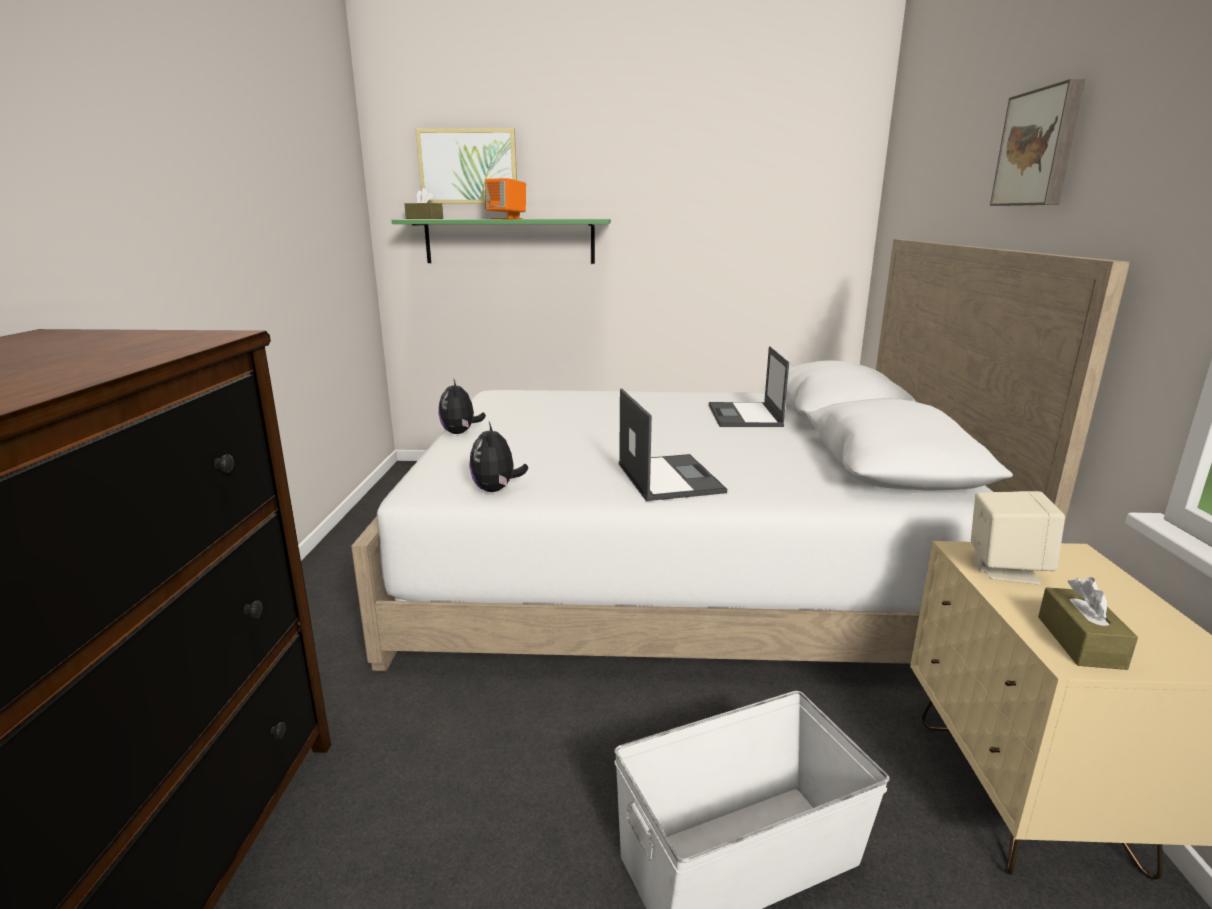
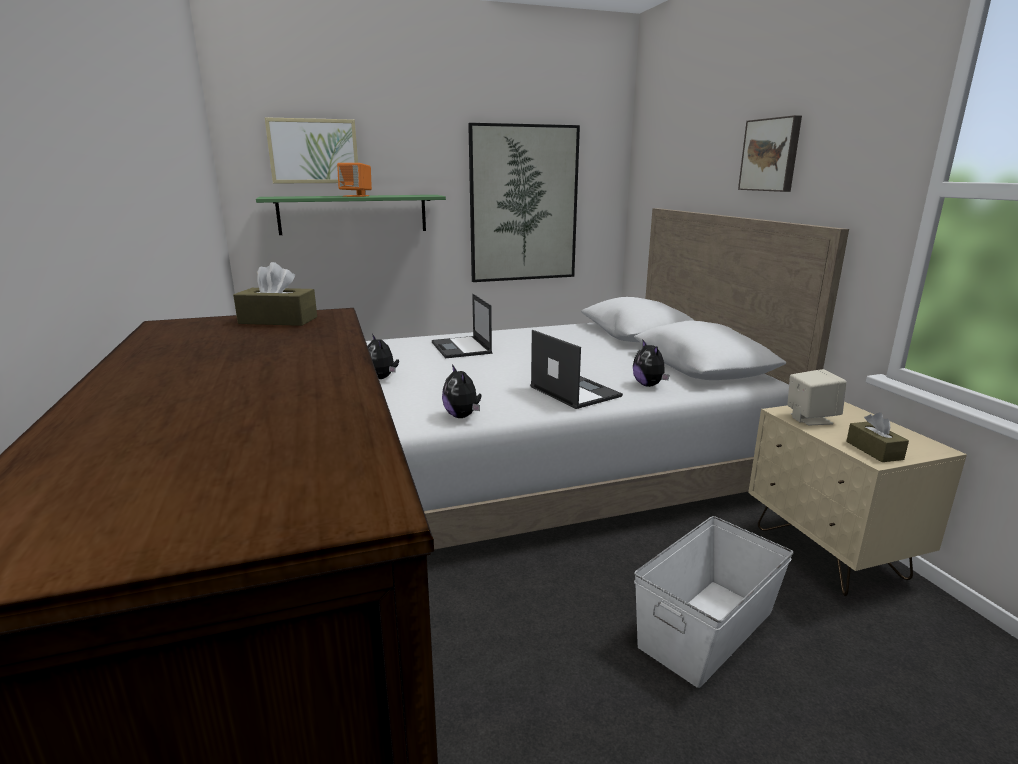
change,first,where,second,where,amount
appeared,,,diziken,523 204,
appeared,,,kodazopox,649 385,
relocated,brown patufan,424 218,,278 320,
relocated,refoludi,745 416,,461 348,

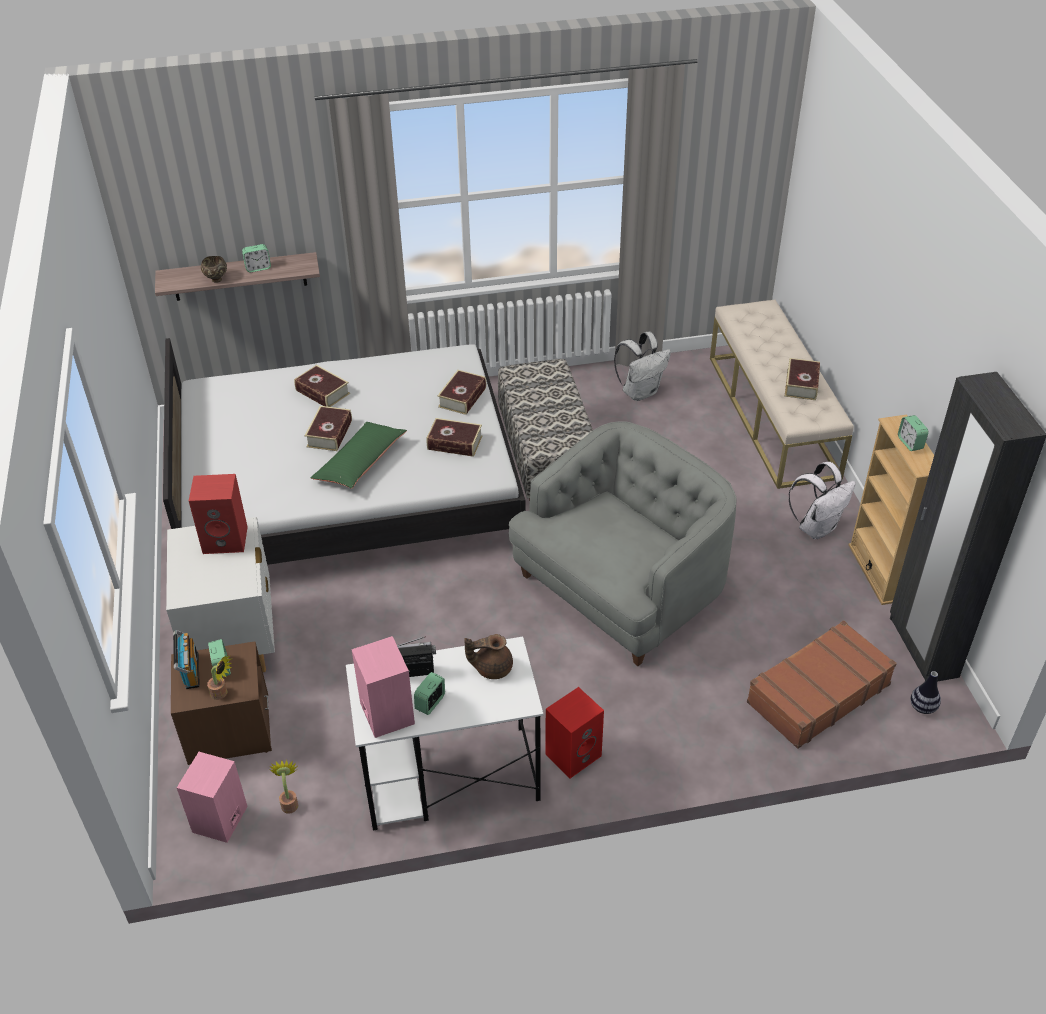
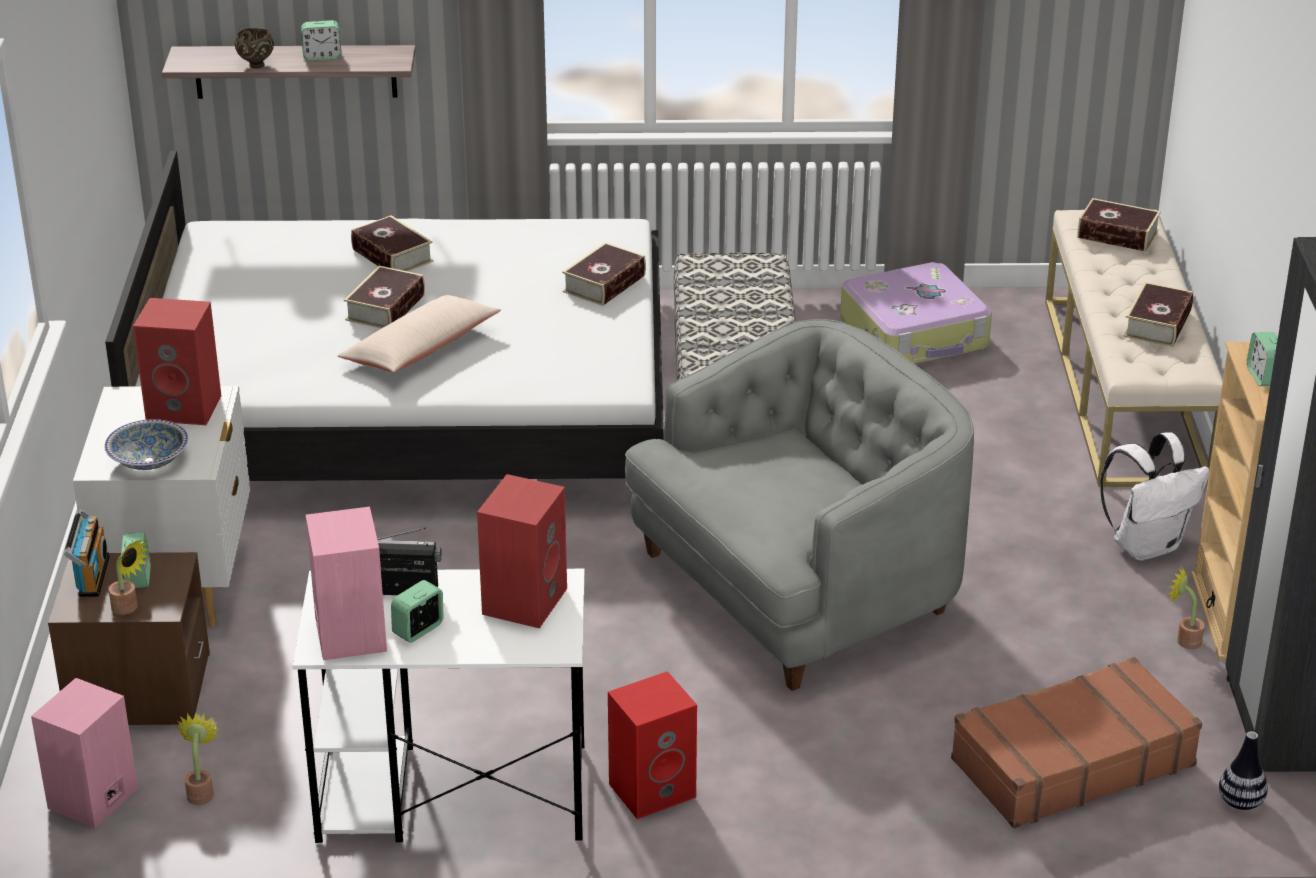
change,first,where,second,where,amount
appeared,,,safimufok,149 460,
appeared,,,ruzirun,1184 639,
relocated,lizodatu,454 443,,1117 234,
exchanged,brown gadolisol,491 668,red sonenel,524 600,
exchanged,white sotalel,640 392,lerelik,915 334,
colour,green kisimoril,360 463,beige kisimoril,421 349,

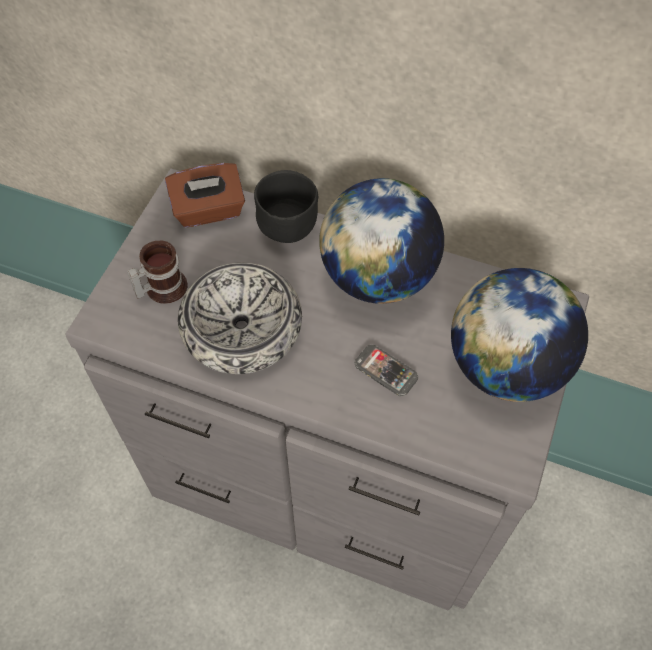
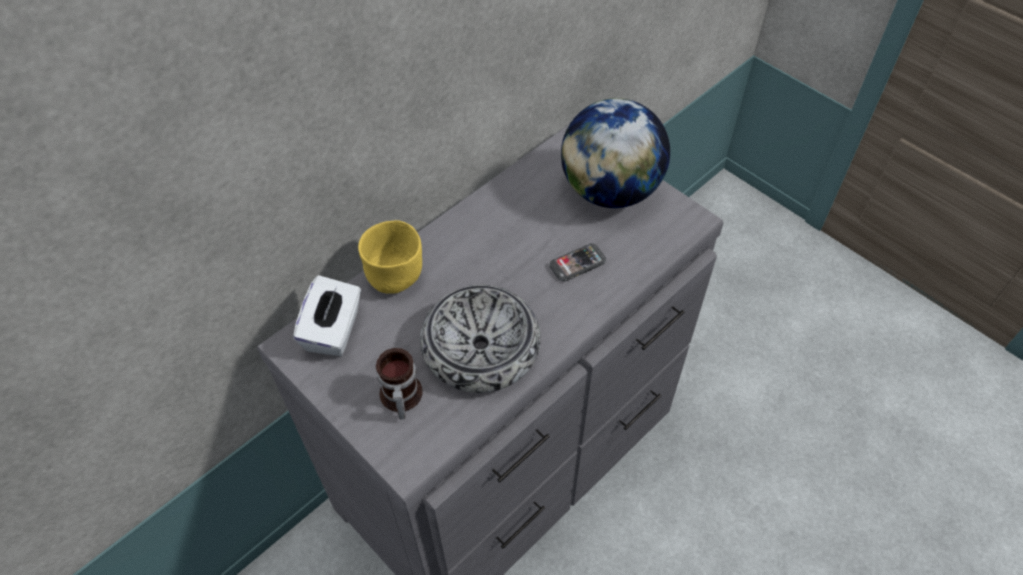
change,first,where,second,where,amount
missing,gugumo,378 276,,,
colour,brown patufan,209 211,white patufan,334 330,
colour,black safimufok,288 230,yellow safimufok,397 277,

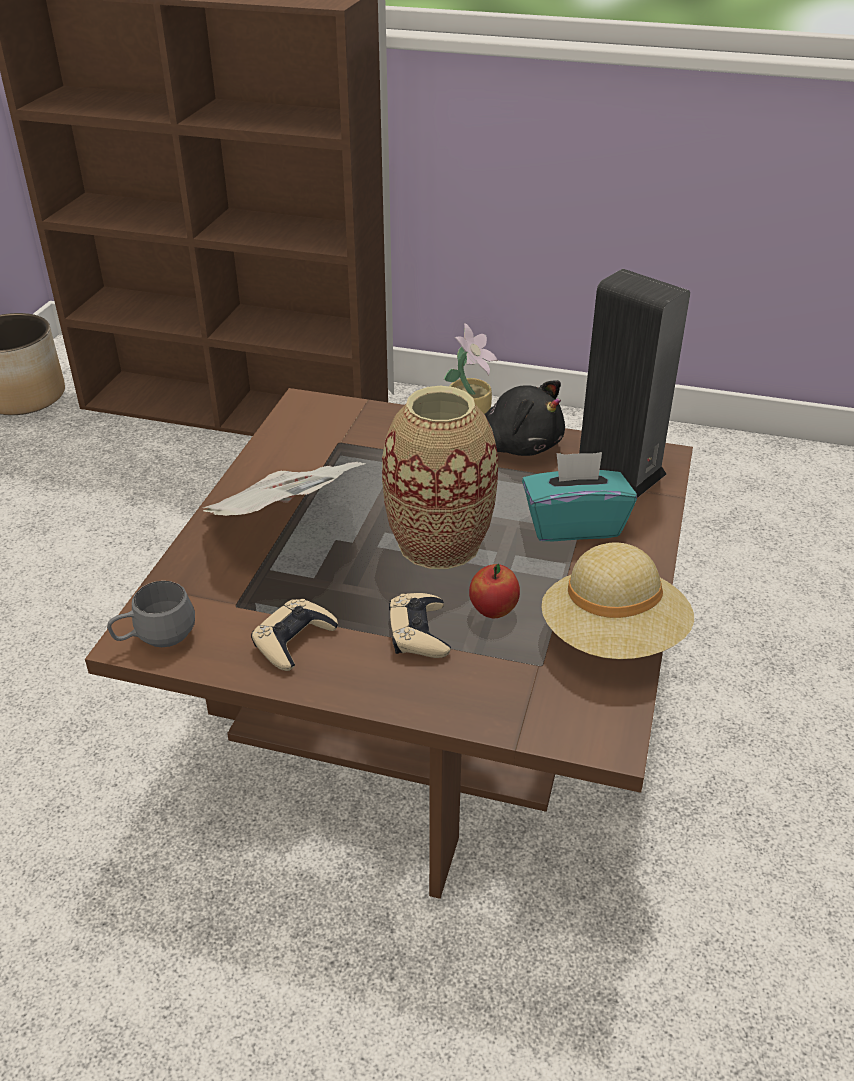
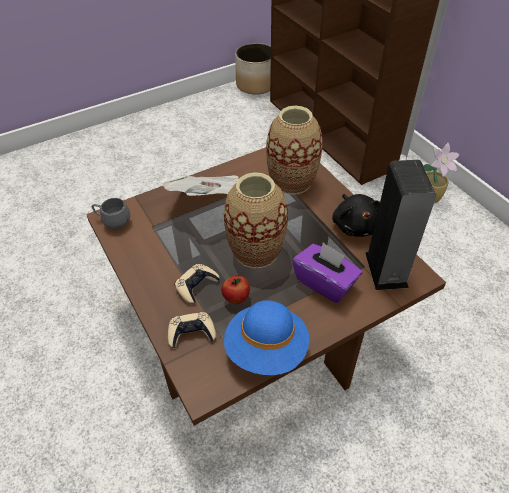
change,first,where,second,where,amount
appeared,,,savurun,292 181,
relocated,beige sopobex,293 640,,191 333,
colour,turquoise patufan,573 524,purple patufan,325 282,
colour,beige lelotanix,613 637,blue lelotanix,266 349,

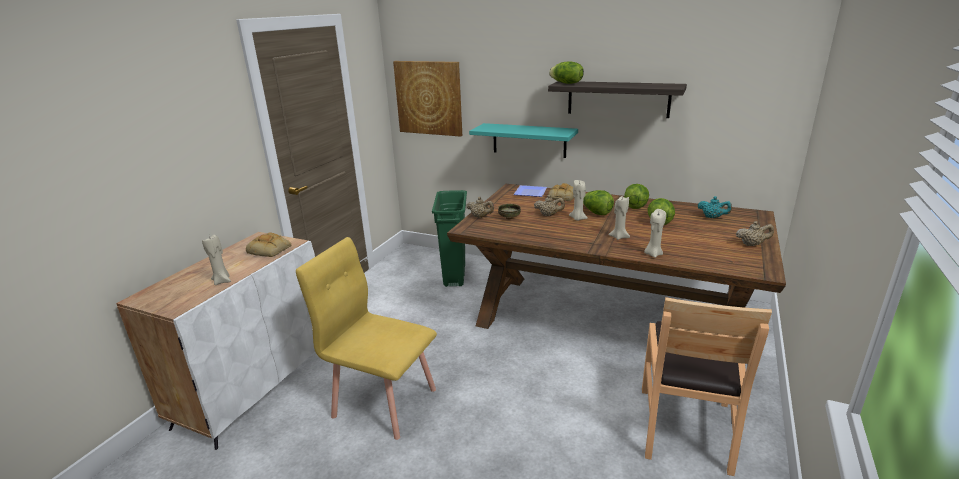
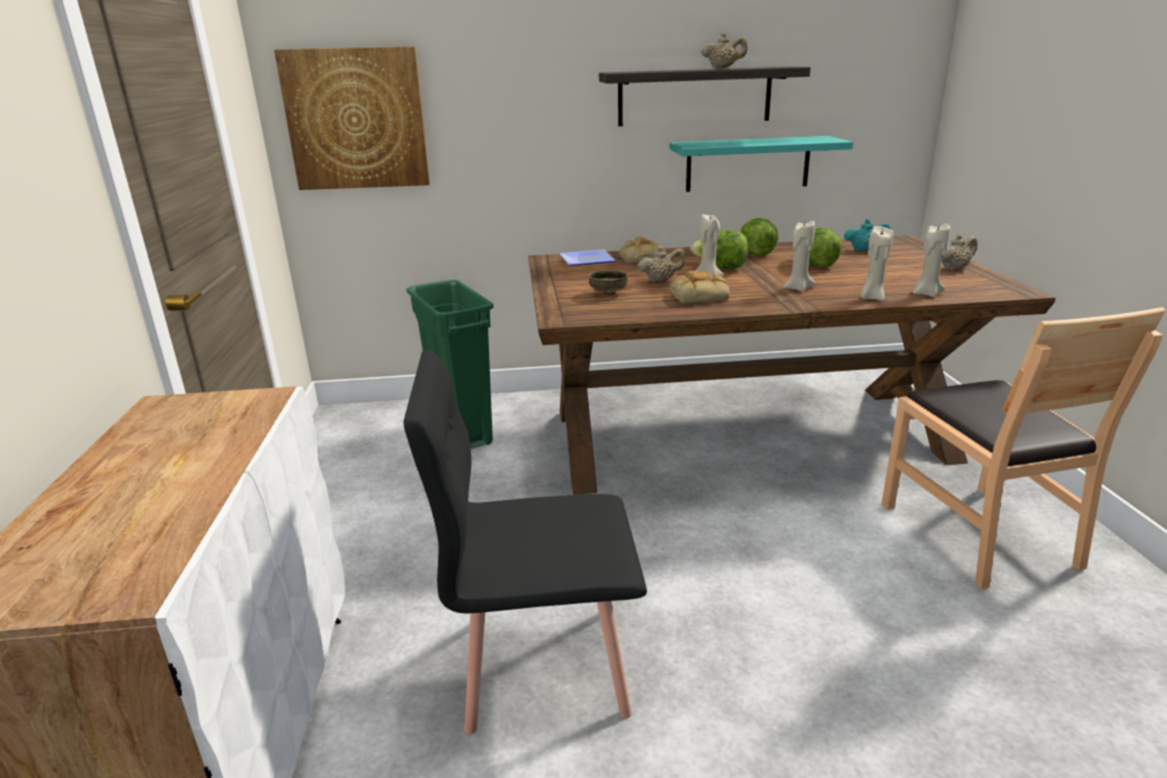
change,first,where,second,where,amount
missing,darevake,566 83,,,
relocated,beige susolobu,222 281,,926 294,
relocated,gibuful,270 250,,699 296,
relocated,beige gadolisol,480 217,,723 68,
relocated,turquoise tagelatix,529 140,,748 164,
colour,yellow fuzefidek,384 402,black fuzefidek,542 664,

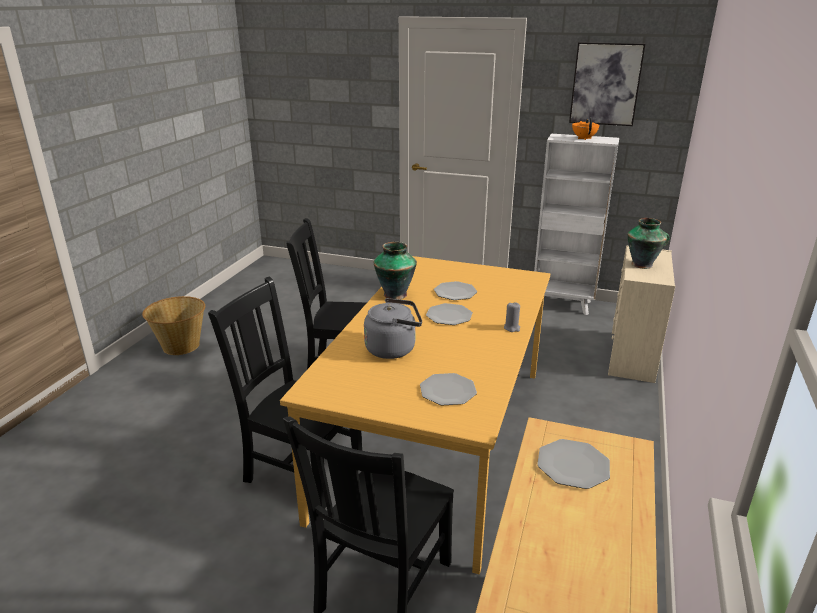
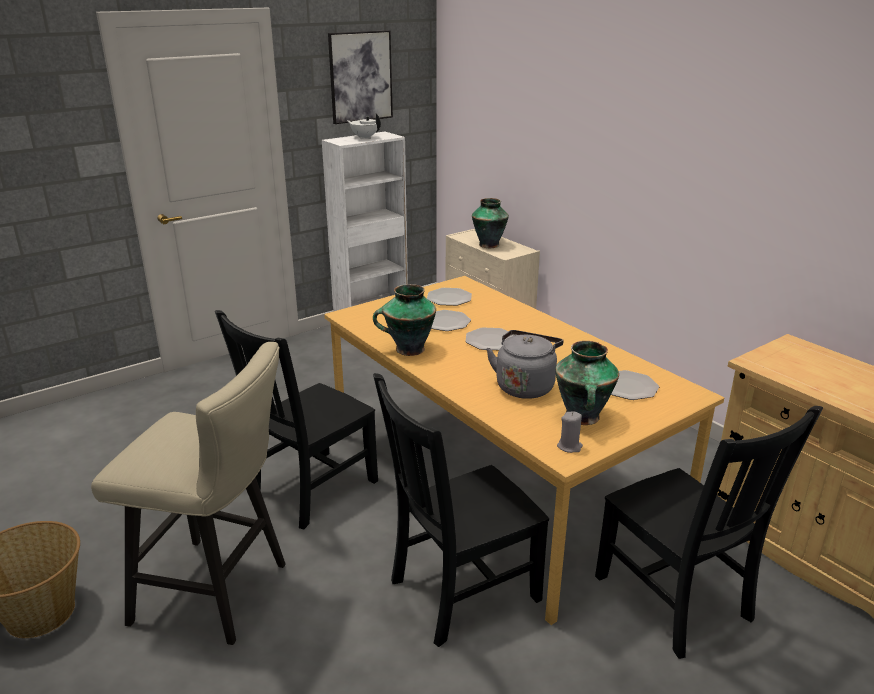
change,first,where,second,where,amount
appeared,,,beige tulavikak,220 593,
appeared,,,savurun,582 417,
relocated,grey susolobu,512 328,,569 446,
relocated,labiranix,573 465,,449 298,
colour,orange gadolisol,584 138,white gadolisol,364 138,

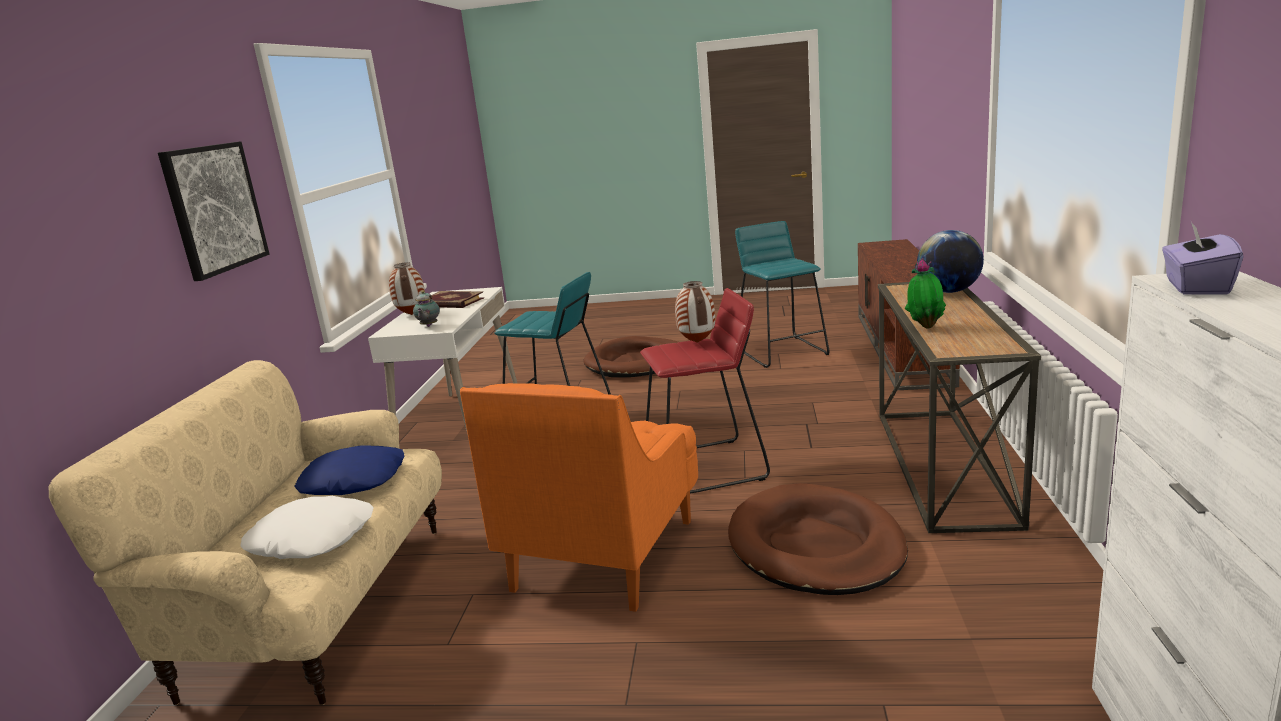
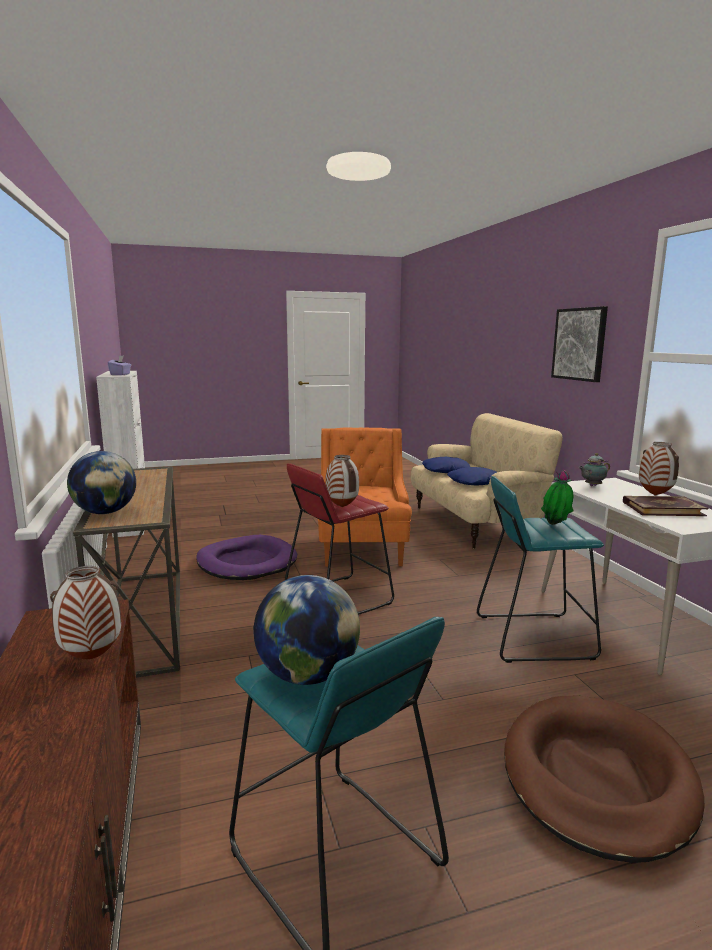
change,first,where,second,where,amount
appeared,,,savurun,91 659,
appeared,,,gugumo,307 675,
relocated,ruzirun,925 326,,555 525,
colour,white kisimoril,312 538,blue kisimoril,445 470,
colour,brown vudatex,815 546,purple vudatex,246 562,
spun,gadolisol,428 326,,592 485,90 degrees counterclockwise

